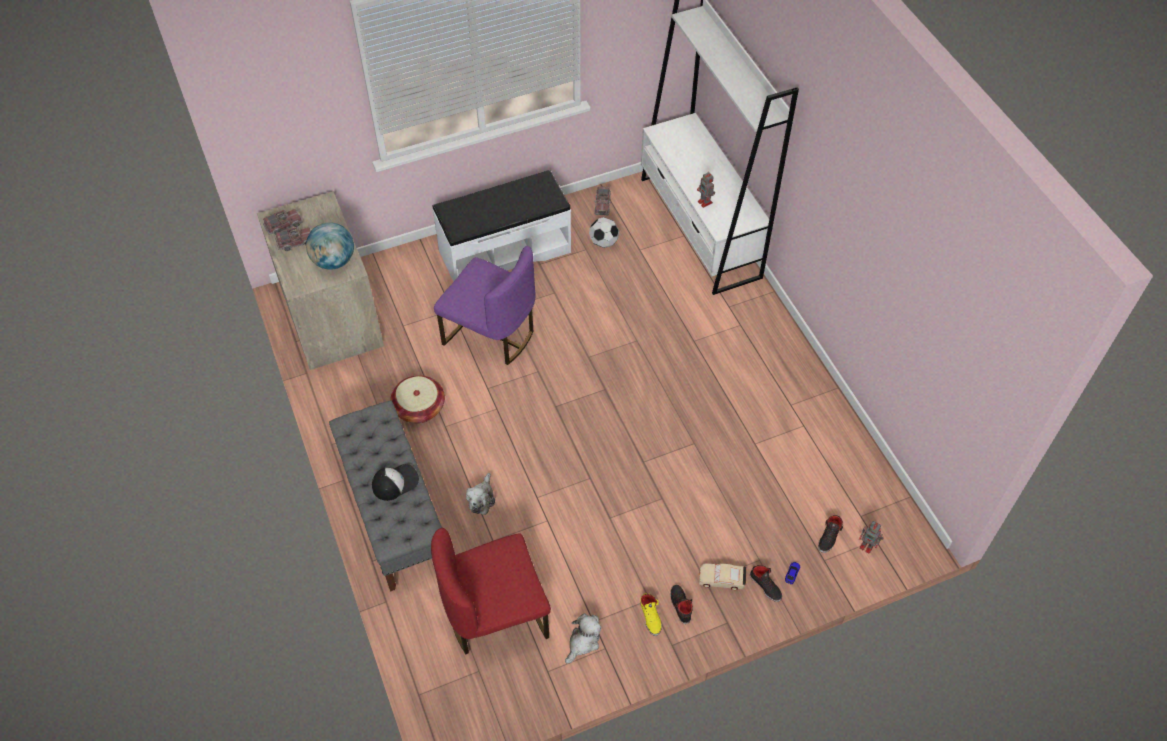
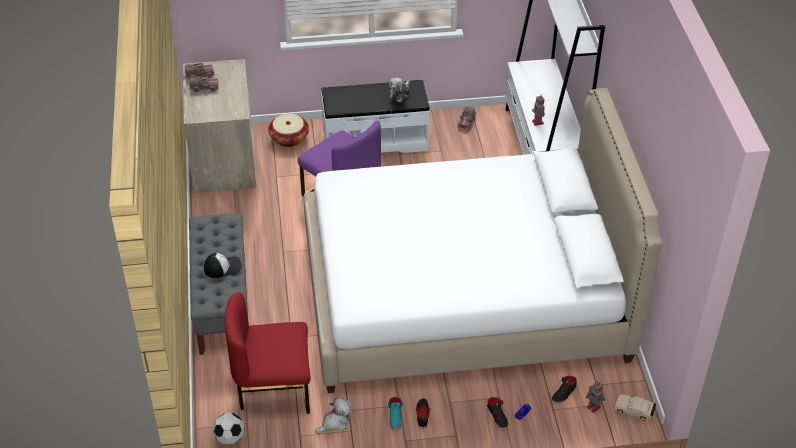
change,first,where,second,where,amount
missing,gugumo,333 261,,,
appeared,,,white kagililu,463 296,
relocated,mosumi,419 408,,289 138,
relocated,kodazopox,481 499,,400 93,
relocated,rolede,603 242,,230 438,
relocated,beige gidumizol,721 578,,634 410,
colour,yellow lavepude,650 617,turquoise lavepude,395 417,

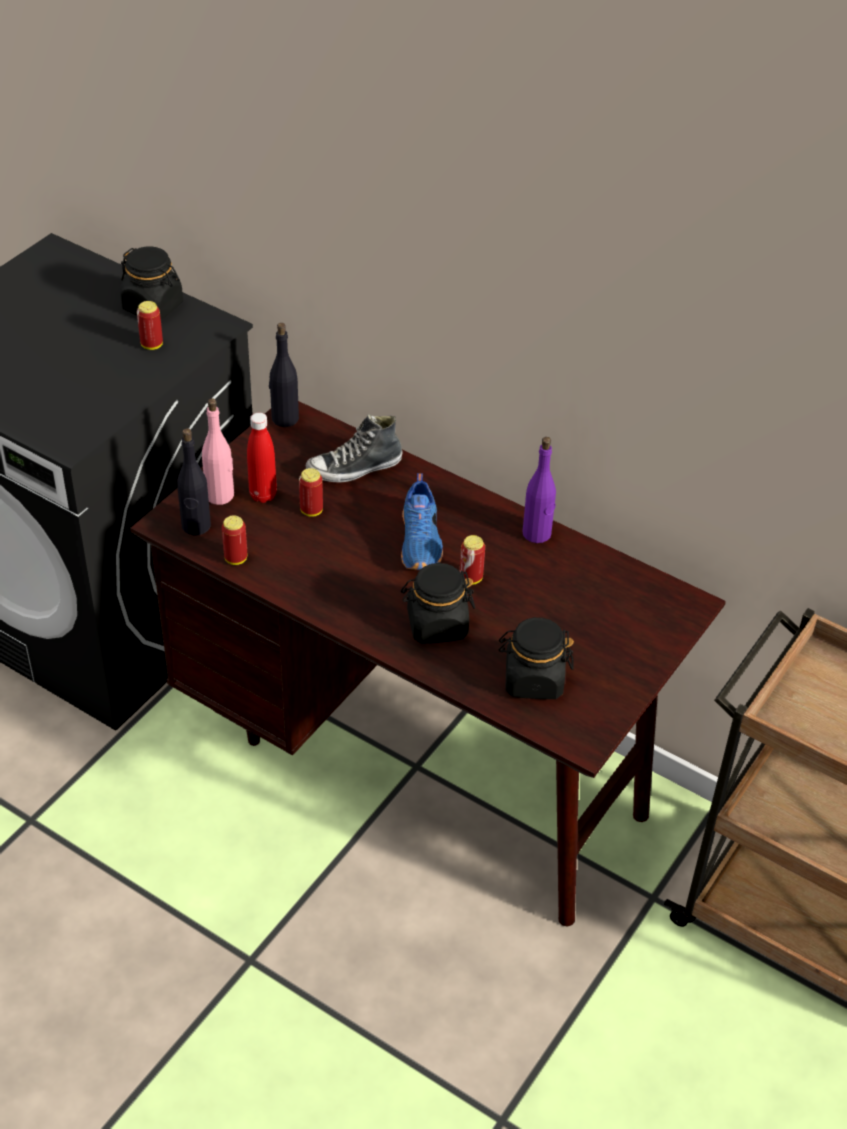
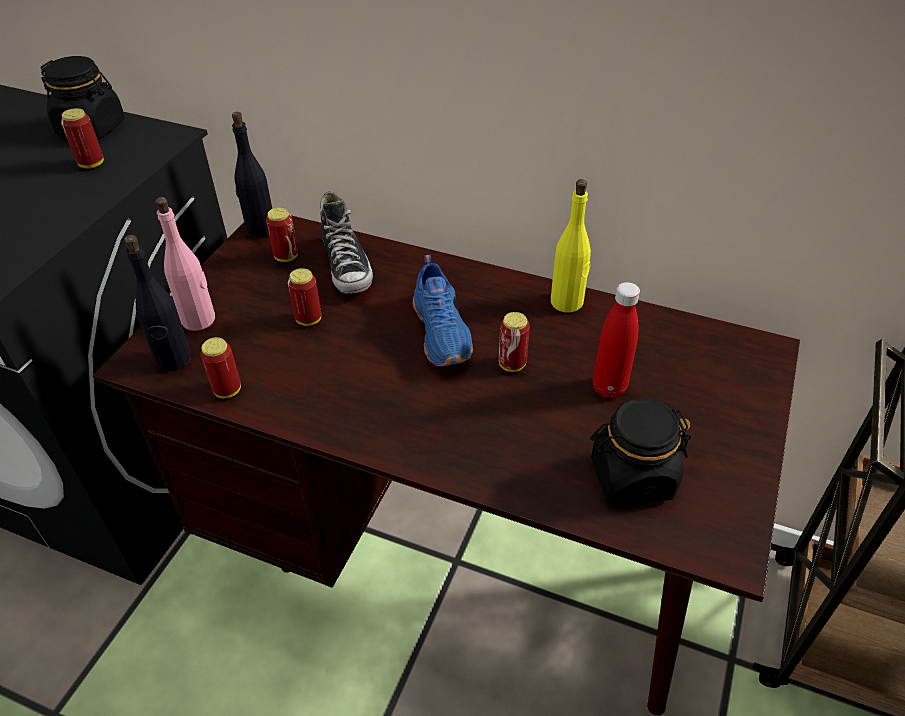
change,first,where,second,where,amount
missing,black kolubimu,436 625,,,
appeared,,,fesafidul,286 256,
relocated,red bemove,263 495,,609 388,
colour,purple bemove,537 533,yellow bemove,567 302,
spun,lavepude,354 468,,347 267,75 degrees counterclockwise

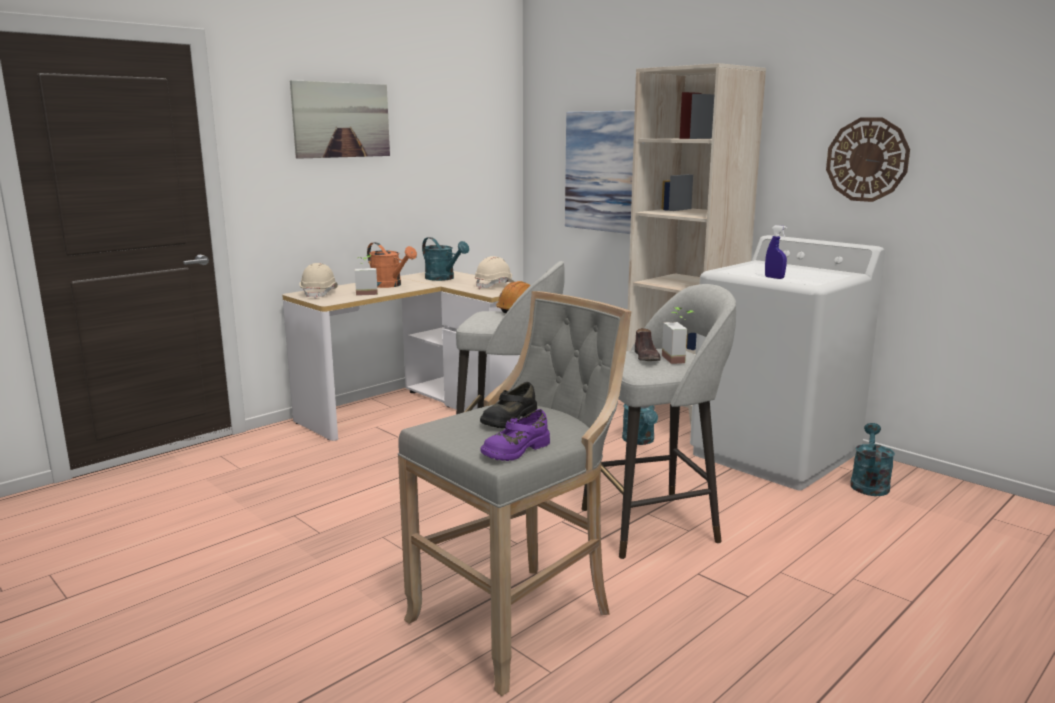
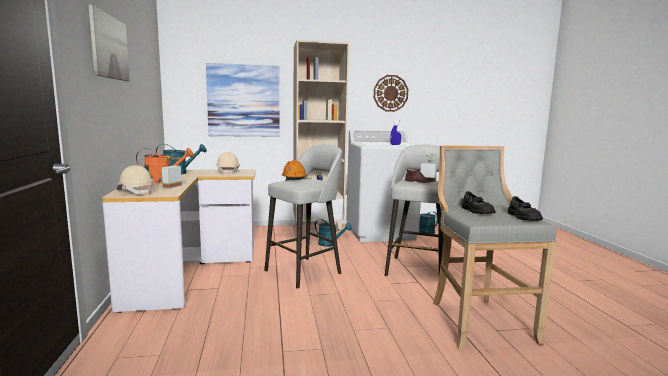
change,first,where,second,where,amount
colour,purple lavepude,515 450,black lavepude,523 217,

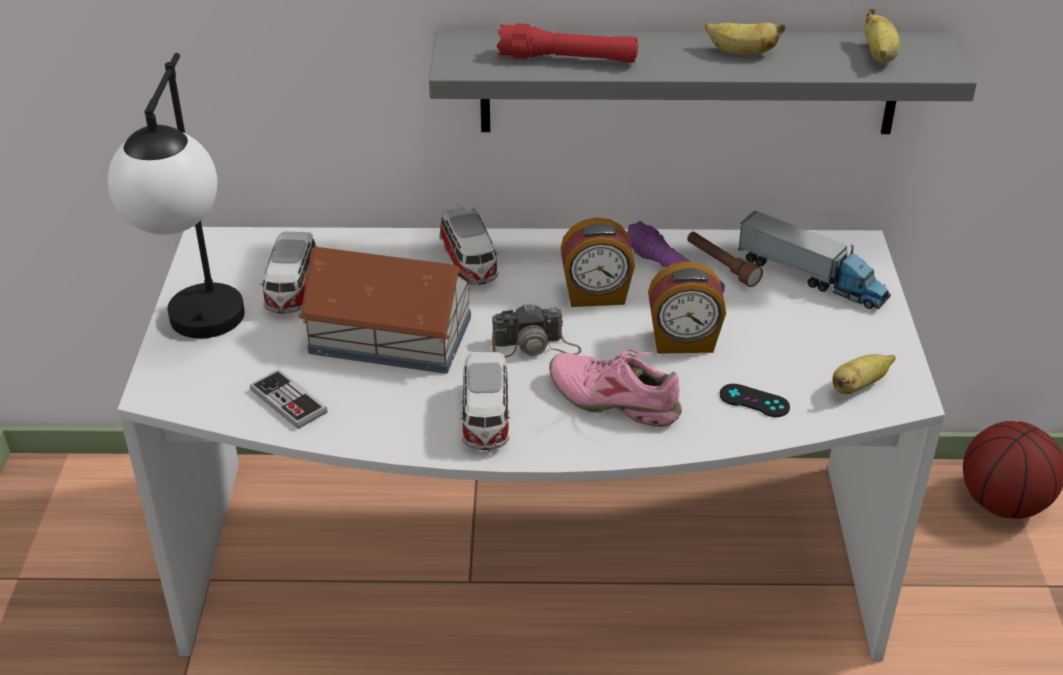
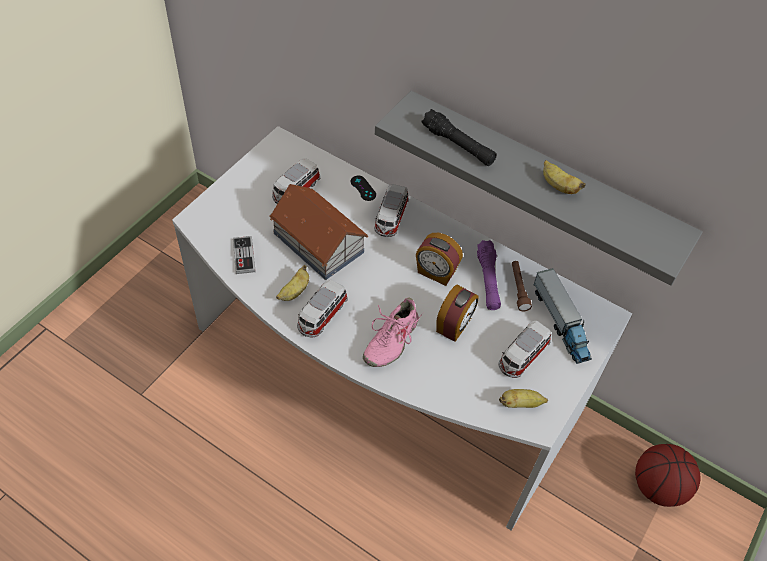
change,first,where,second,where,amount
missing,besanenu,201 335,,,
missing,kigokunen,535 346,,,
appeared,,,gidumizol,522 356,
relocated,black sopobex,754 401,,363 188,
relocated,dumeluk,879 56,,294 292,
colour,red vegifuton,567 59,black vegifuton,458 145,
spun,pink lavepude,614 399,,390 340,120 degrees counterclockwise
spun,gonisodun,683 342,,454 325,90 degrees counterclockwise

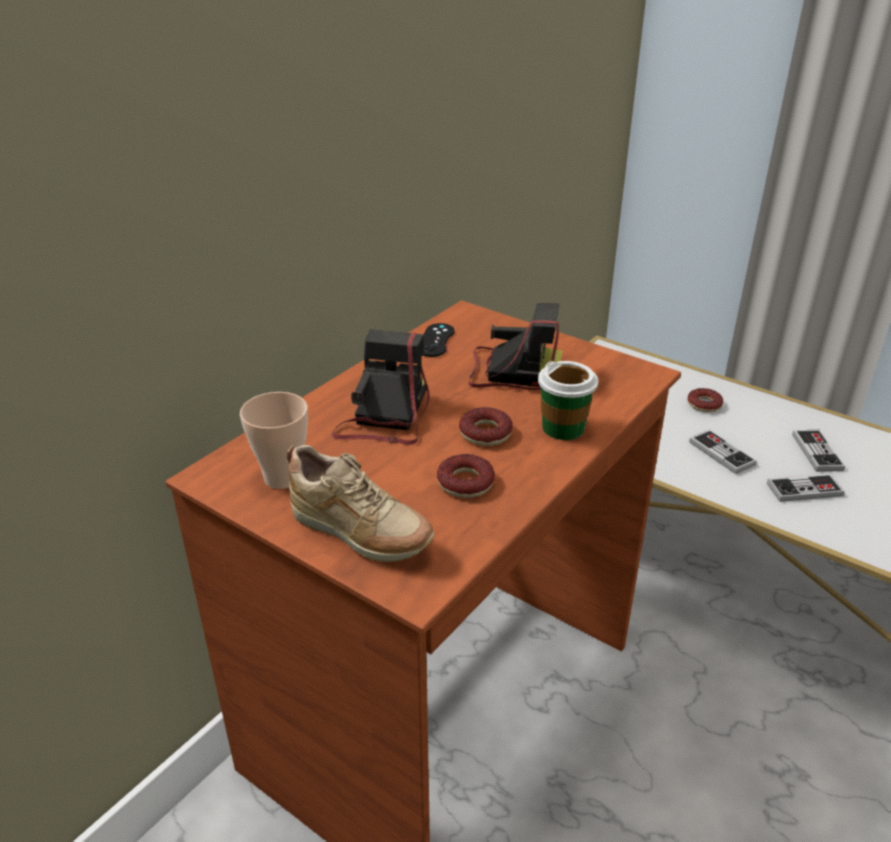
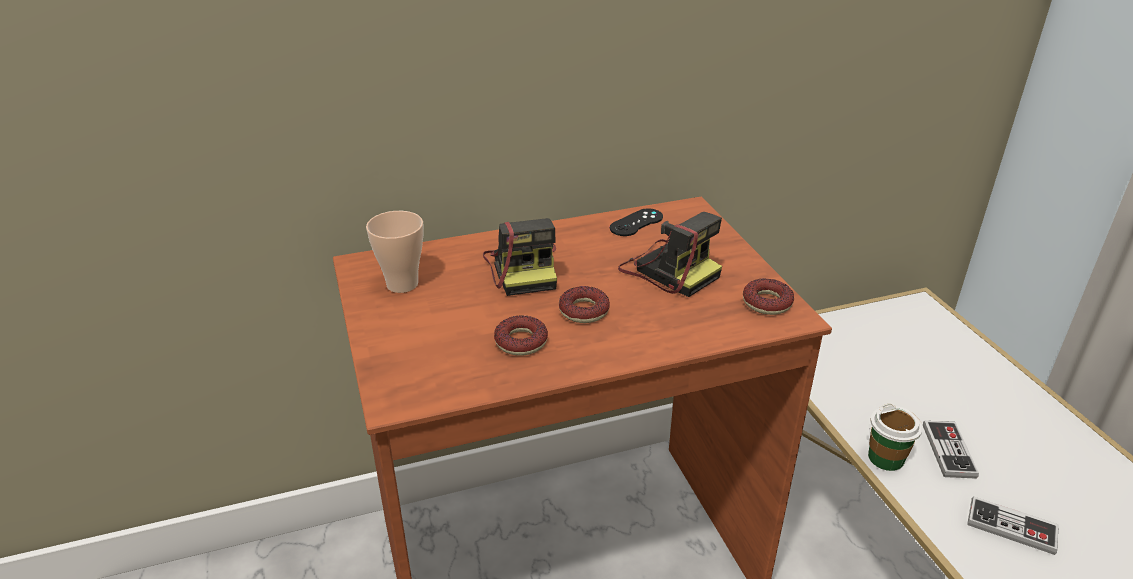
change,first,where,second,where,amount
missing,beige lavepude,360 536,,,
missing,sopobex,817 452,,,
relocated,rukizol,563 428,,886 458,
relocated,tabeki,704 404,,767 302,
spun,kigokunen,386 417,,524 269,120 degrees clockwise

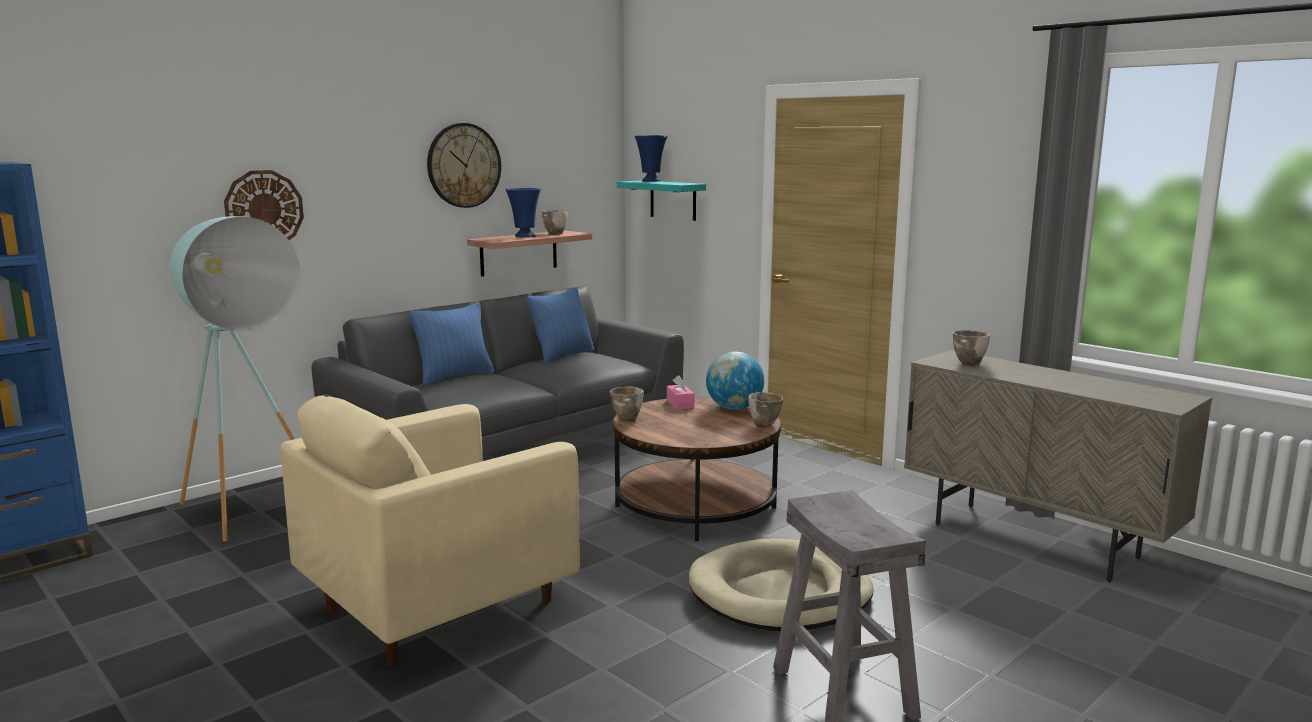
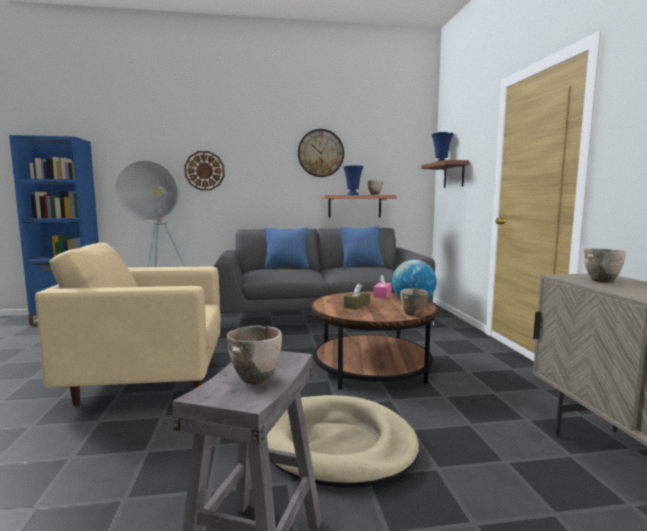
change,first,where,second,where,amount
appeared,,,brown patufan,357 305,
relocated,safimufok,627 418,,257 378,
colour,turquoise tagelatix,673 200,brown tagelatix,454 175,

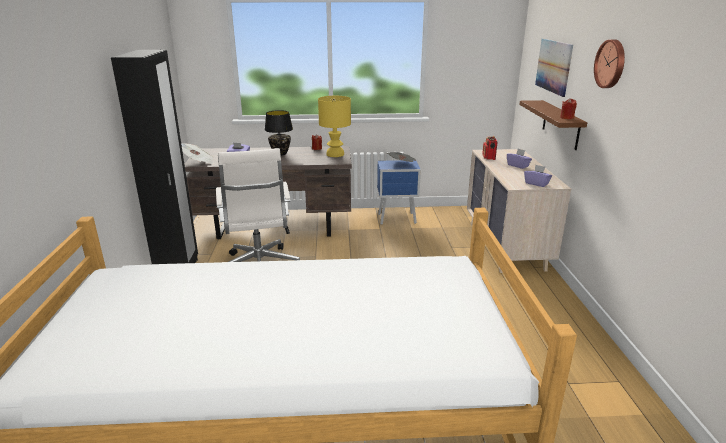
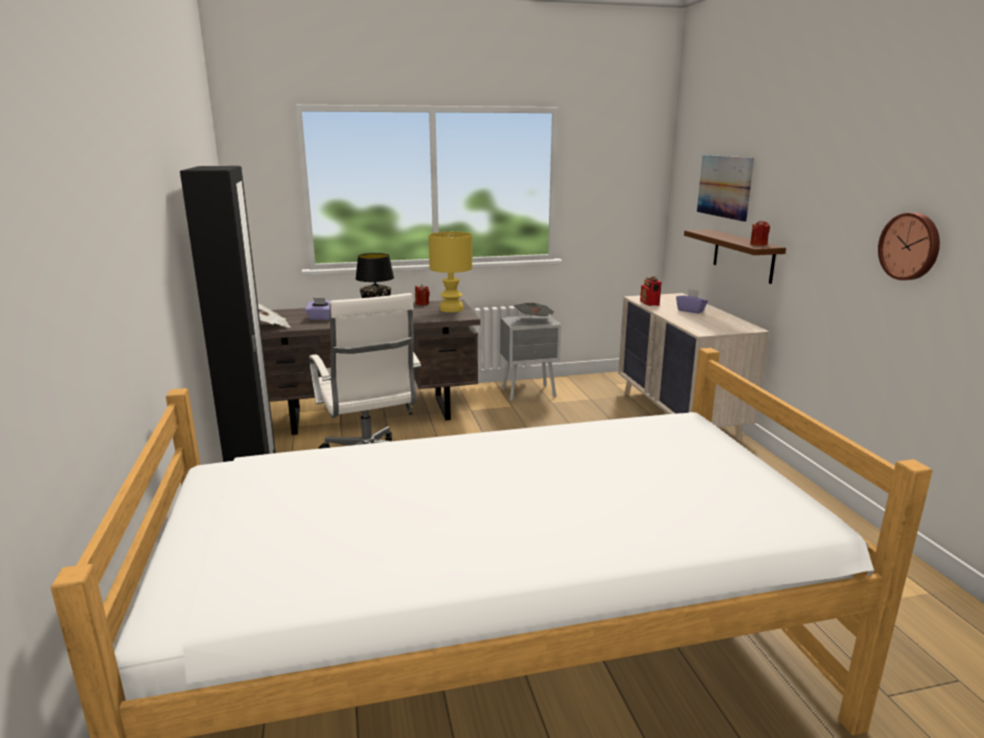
change,first,where,second,where,amount
missing,purple patufan,536 183,,,
relocated,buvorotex,611 64,,910 246,
colour,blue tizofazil,398 219,grey tizofazil,530 393,

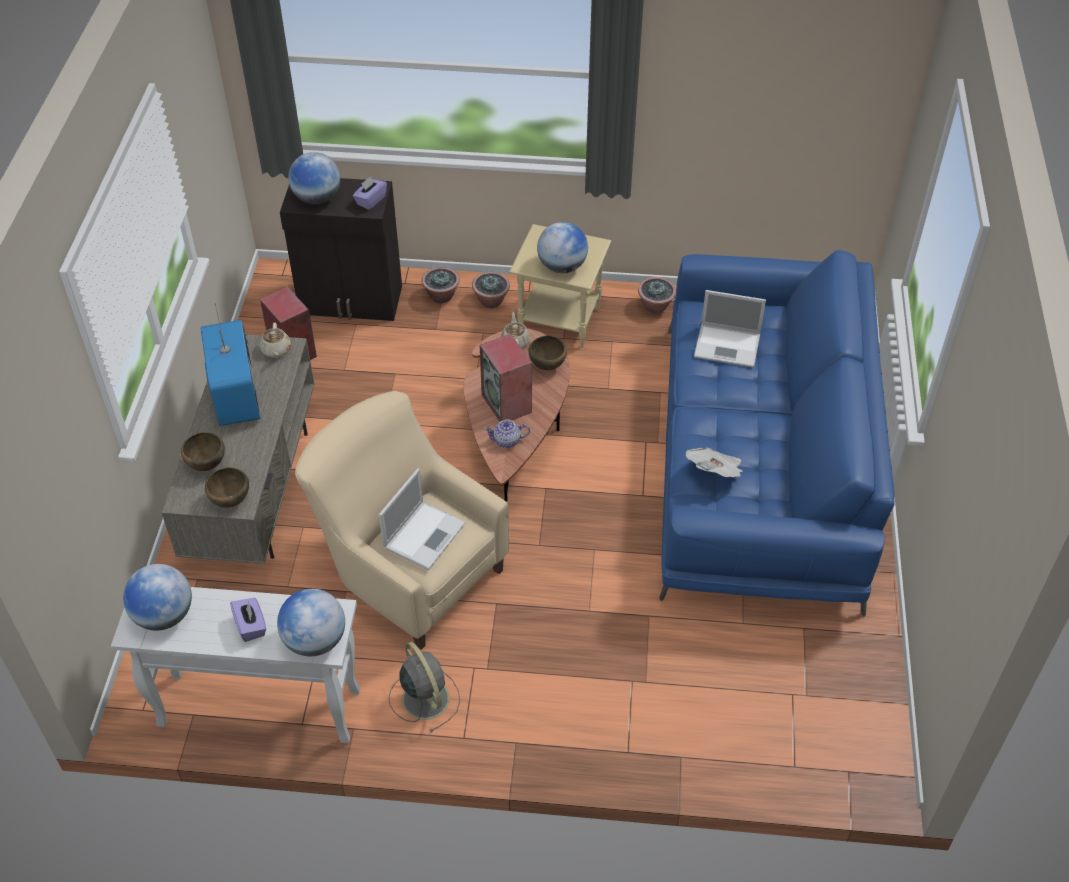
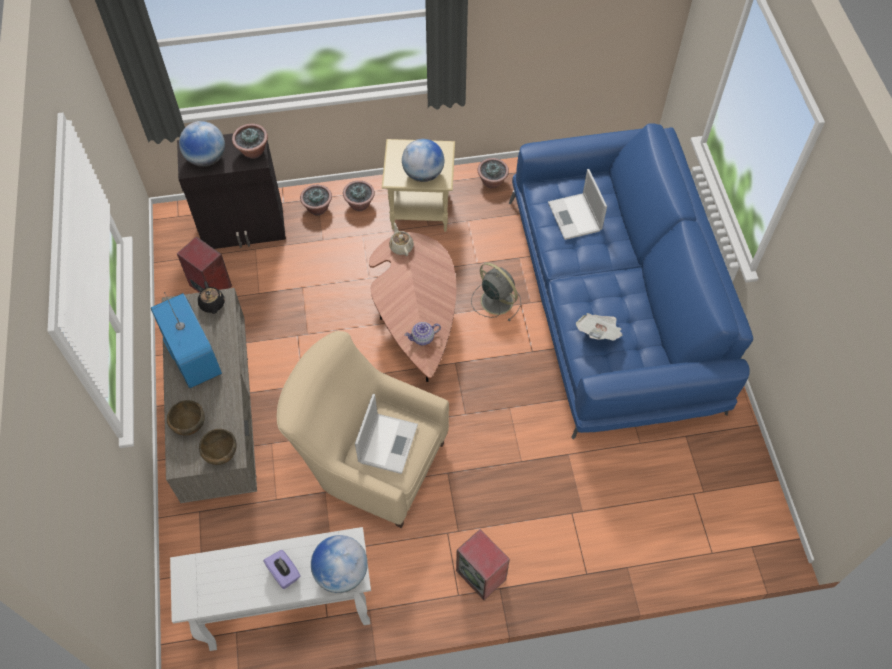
change,first,where,second,where,amount
missing,gugumo,164 615,,,
missing,brown safimufok,548 366,,,
relocated,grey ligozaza,424 697,,495 300,
relocated,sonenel,507 404,,482 575,
exchanged,purple patufan,370 200,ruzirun,253 152,
colour,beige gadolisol,276 350,black gadolisol,212 304,
spun,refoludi,728 346,,575 217,75 degrees clockwise

